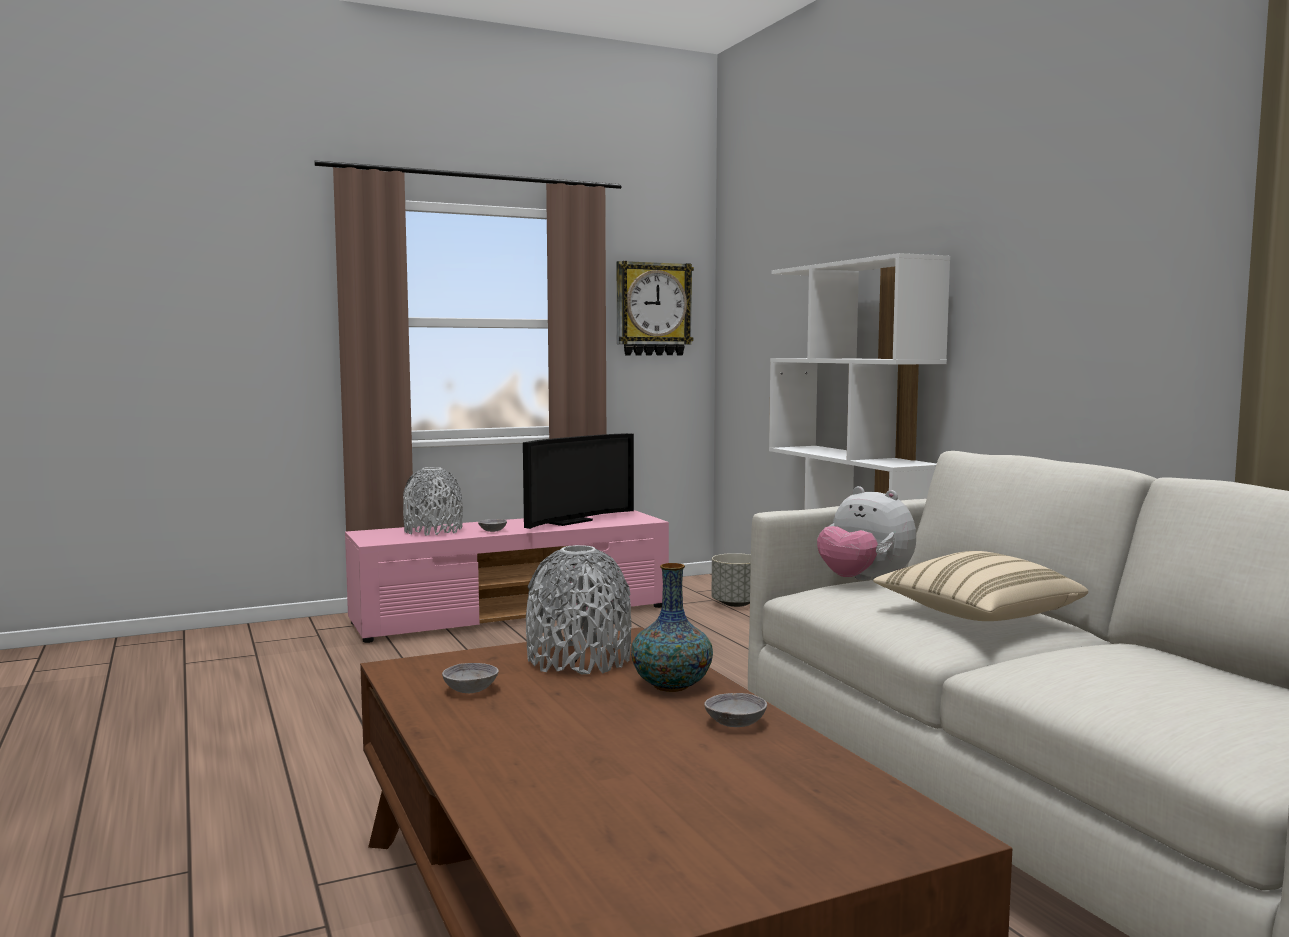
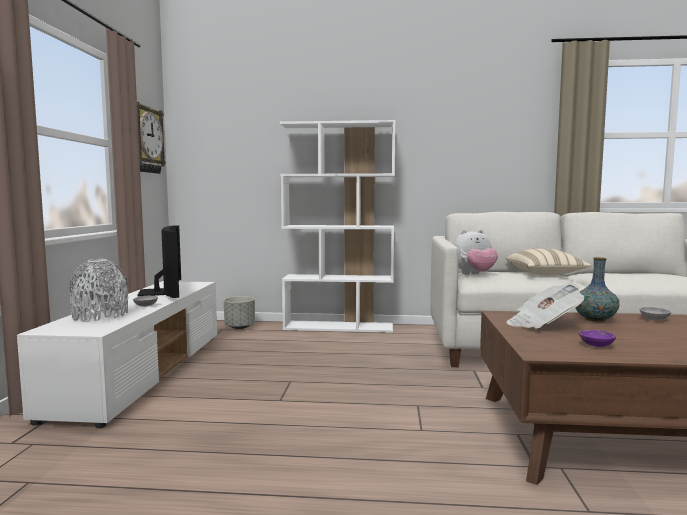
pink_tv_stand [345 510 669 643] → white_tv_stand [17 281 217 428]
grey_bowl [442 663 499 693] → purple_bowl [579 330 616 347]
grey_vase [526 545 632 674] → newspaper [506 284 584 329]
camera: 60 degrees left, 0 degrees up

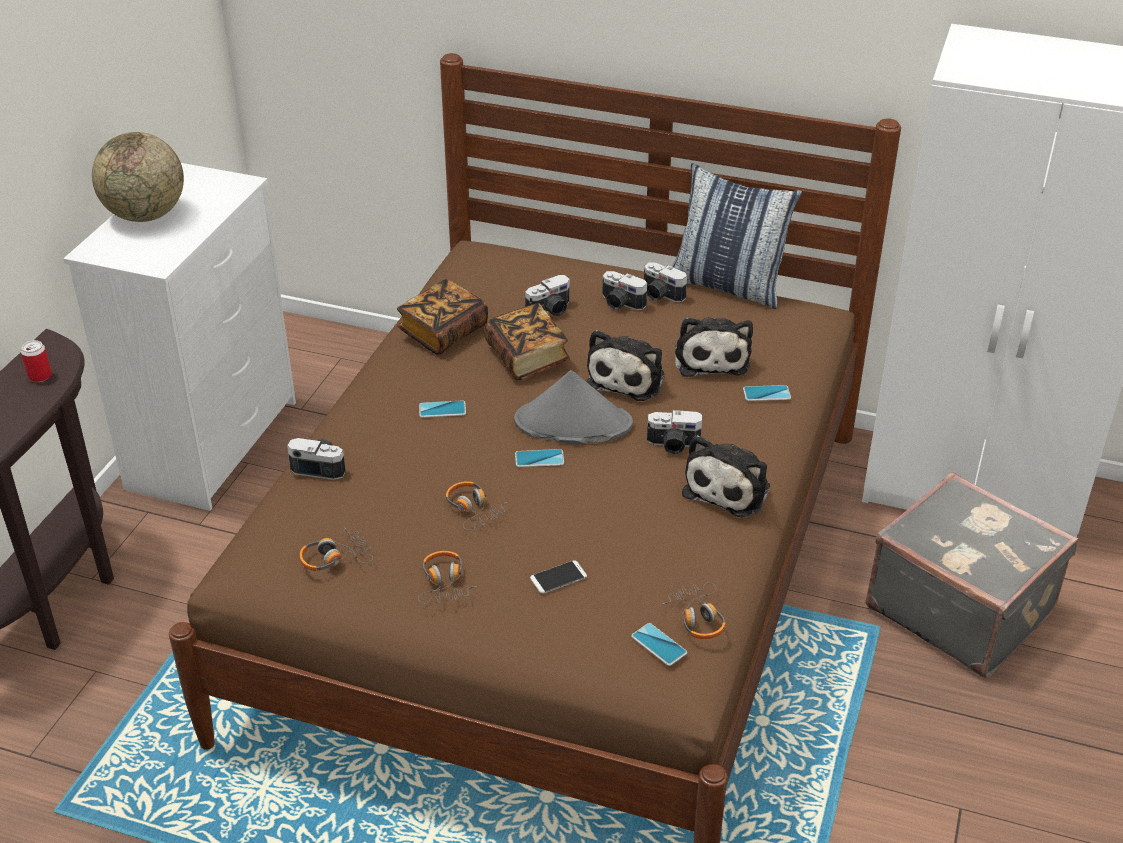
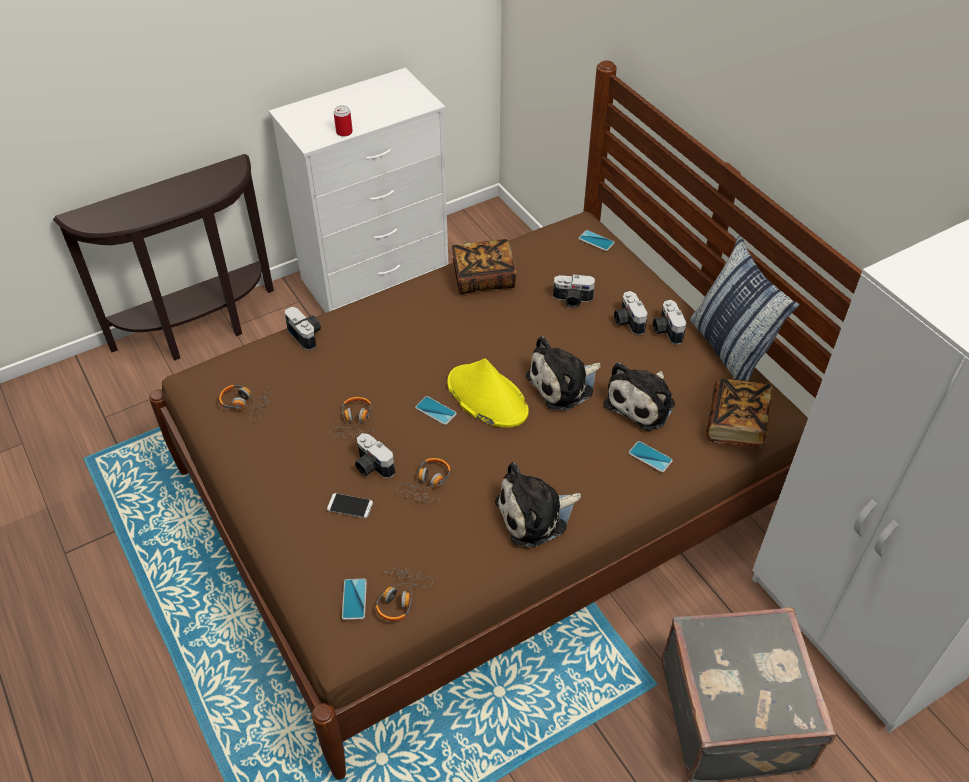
can [21 340 52 382] → can [334 105 353 137], shifted
globe [92 132 184 222] → -
headphones [418 551 477 604] → headphones [396 458 451 503], shifted
phone [419 400 466 418] → phone [579 230 615 251], shifted
book [484 303 570 380] → book [706 378 773 447], shifted
grey_hat [514 370 633 445] → yellow_hat [447 358 529 428]
photo_camera [647 410 702 454] → photo_camera [355 433 395 478], shifted
camera: 40 degrees right, 10 degrees up

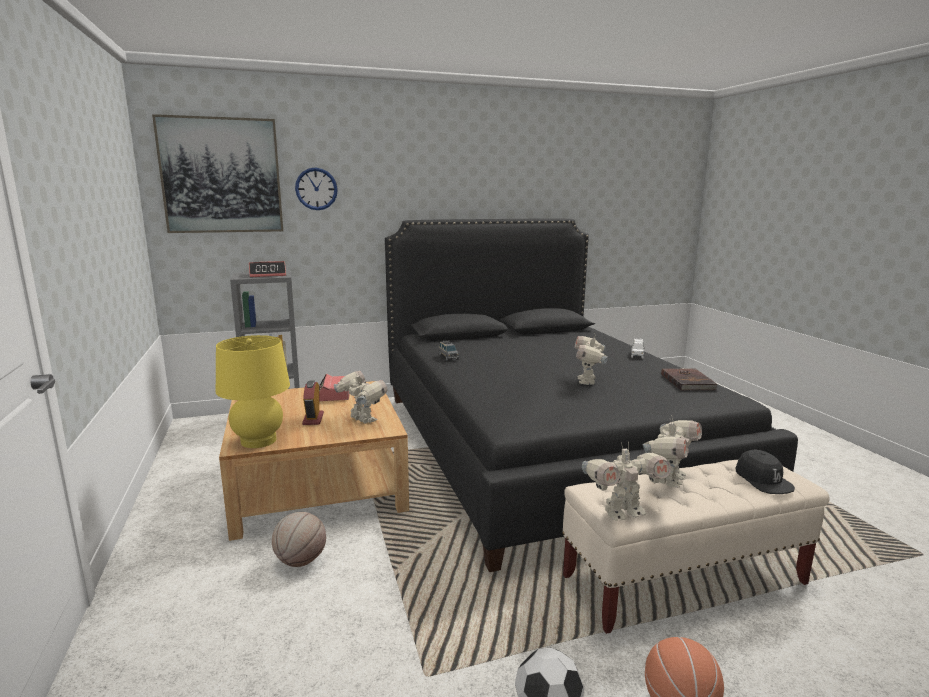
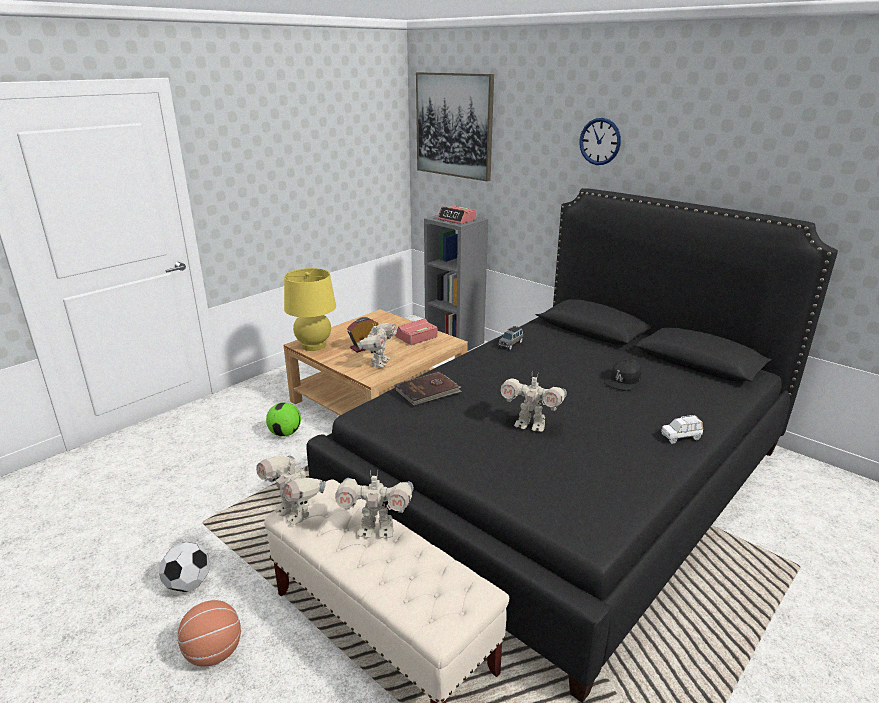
basketball [272 512 326 567] → football [266 402 301 437]
wall_clock [295 167 338 210] → wall_clock [579 118 621 165], shifted
toy_robot [575 334 609 385] → toy_robot [500 375 567 432], 135 degrees counterclockwise
brown_book [661 368 718 391] → brown_book [395 372 462 406], shifted
black_cap [736 449 795 494] → black_cap [604 358 642 391], shifted
camera: 60 degrees right, 10 degrees up

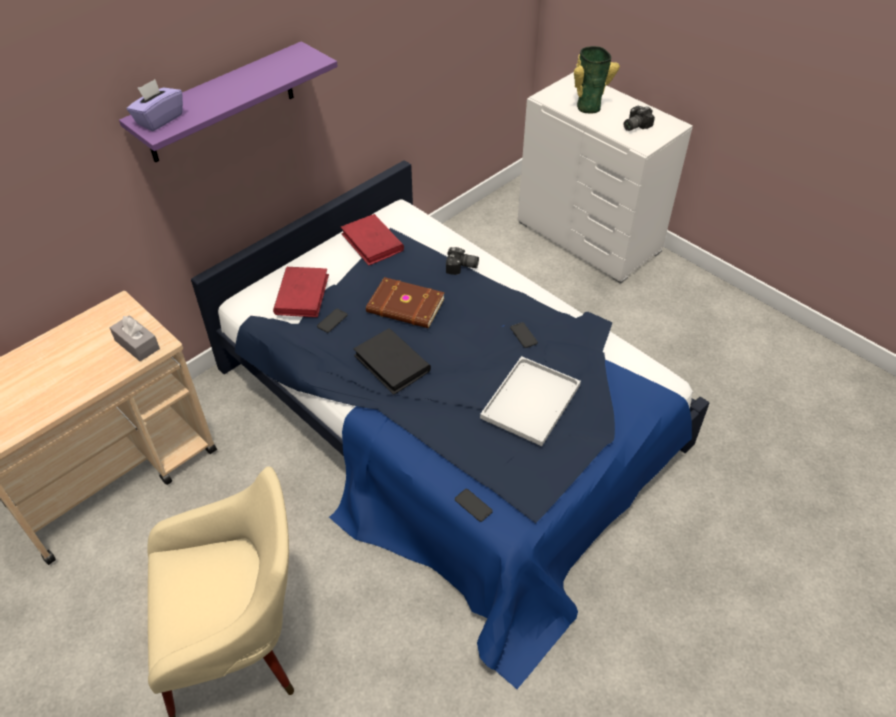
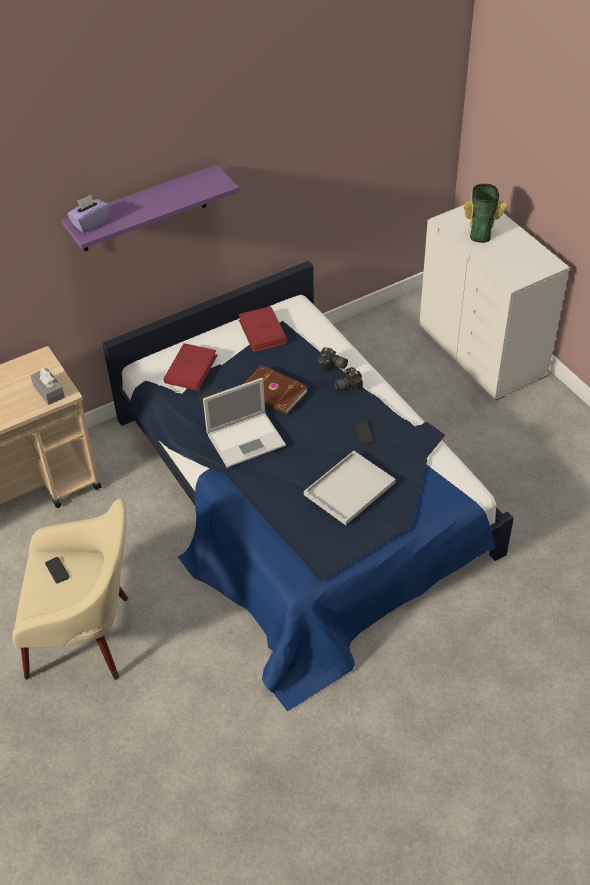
black_book [353 328 431 395] → laptop [203 378 286 468]
phone [455 489 493 522] → phone [45 557 70 584], shifted
photo_camera [624 106 655 131] → photo_camera [333 367 363 391], shifted
camera: 15 degrees right, 0 degrees up

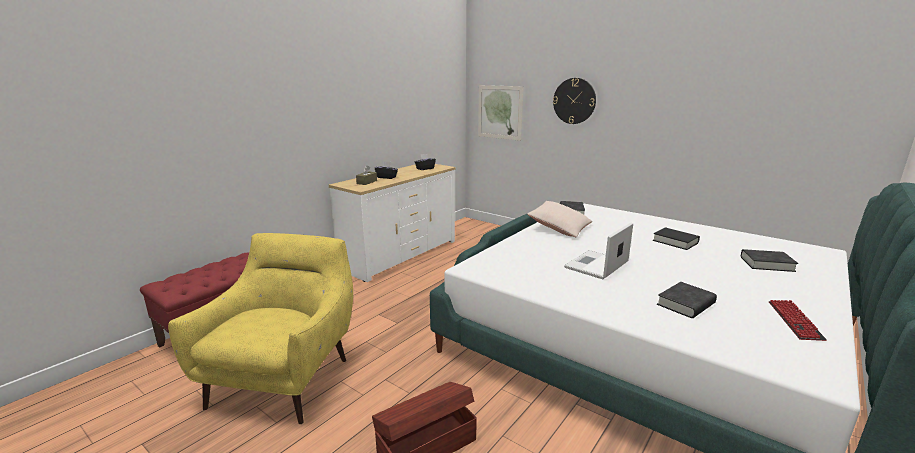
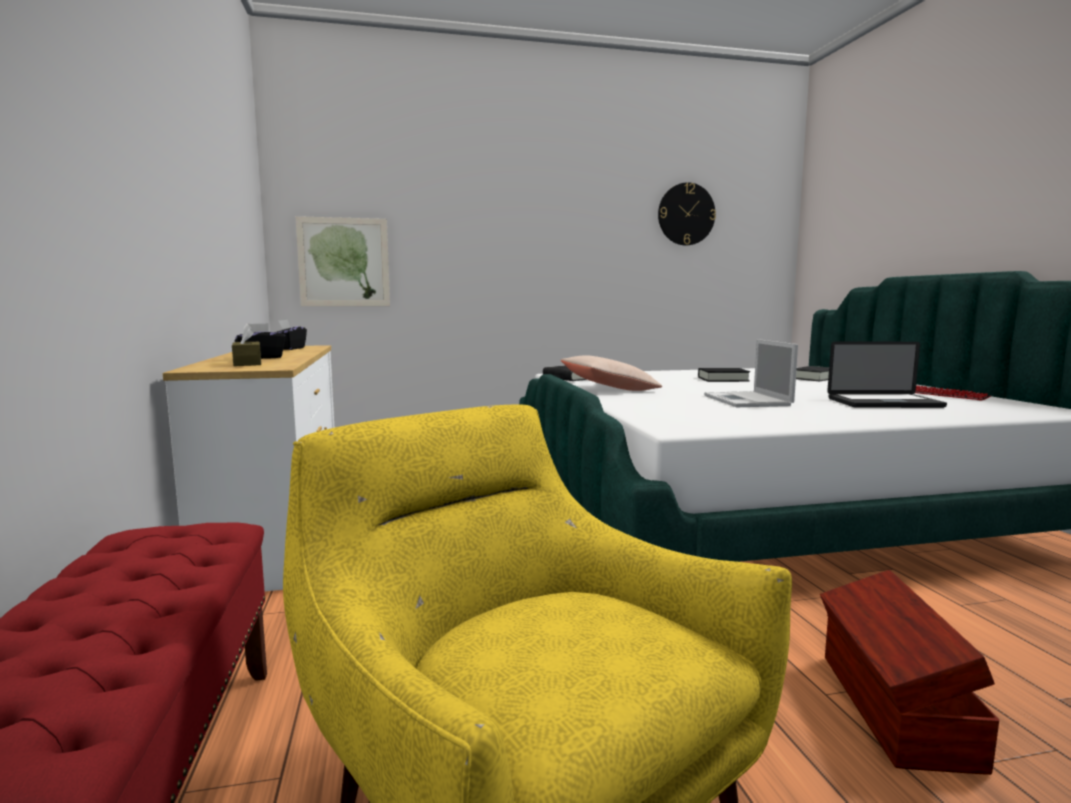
wall_clock [553 78 596 124] → wall_clock [658 182 716 245], shifted
black_book [657 282 717 318] → laptop [827 342 947 408]
camera: 50 degrees left, 10 degrees down

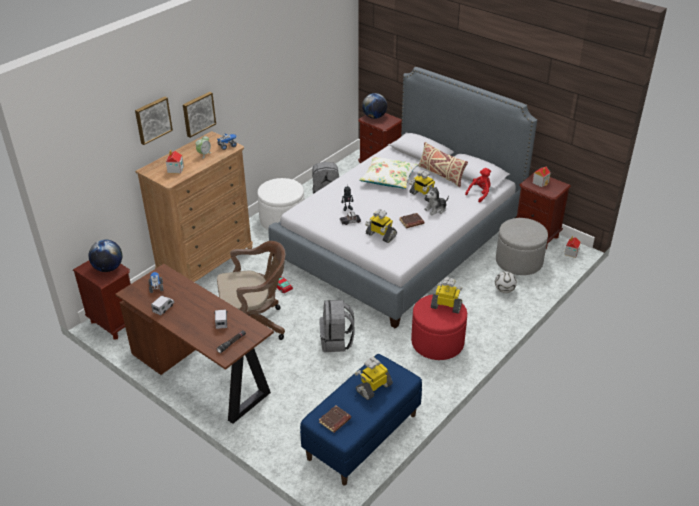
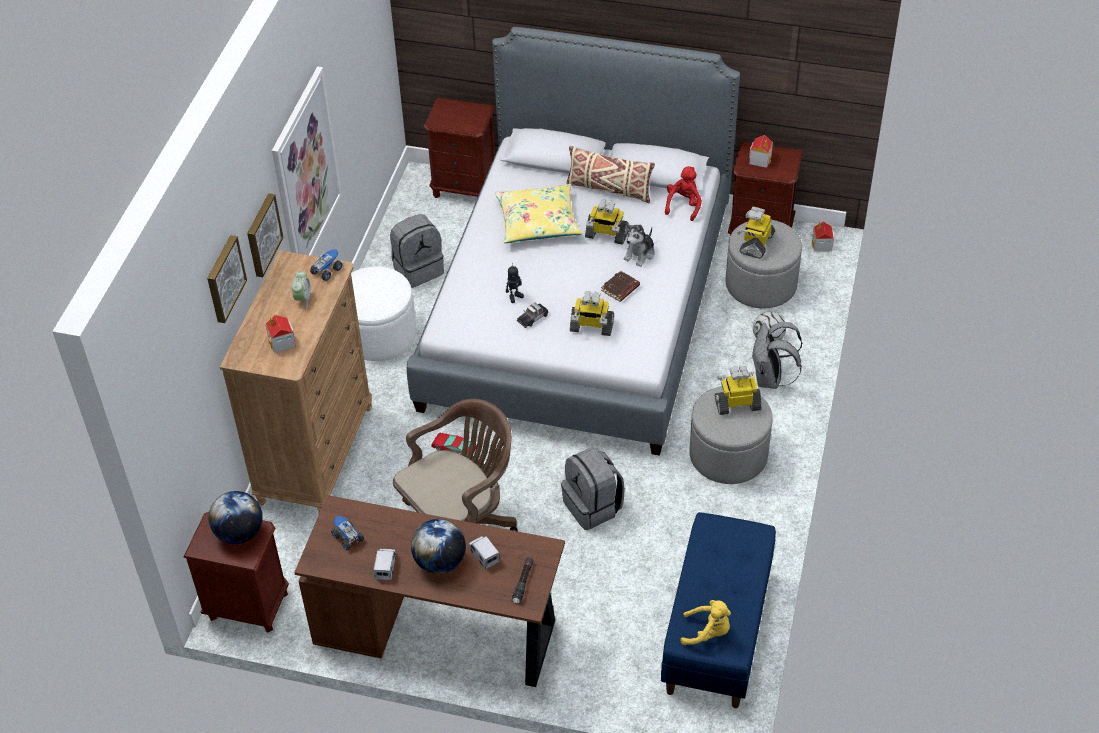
brown_book [319 405 351 433] → yellow_plush_toy [680 600 731 645]
toy_robot [355 357 393 400] → toy_robot [737 207 775 258], shifted
white_pillow [359 157 418 189] → yellow_pillow [495 184 582 243]
globe [362 93 387 119] → globe [411 519 466 574], shifted
red_ottoman [411 294 467 360] → grey_ottoman [690 386 772 484]
- → picture [272 66 342 256]
- → grey_backpack [751 322 802 389]
camera: 25 degrees left, 10 degrees up

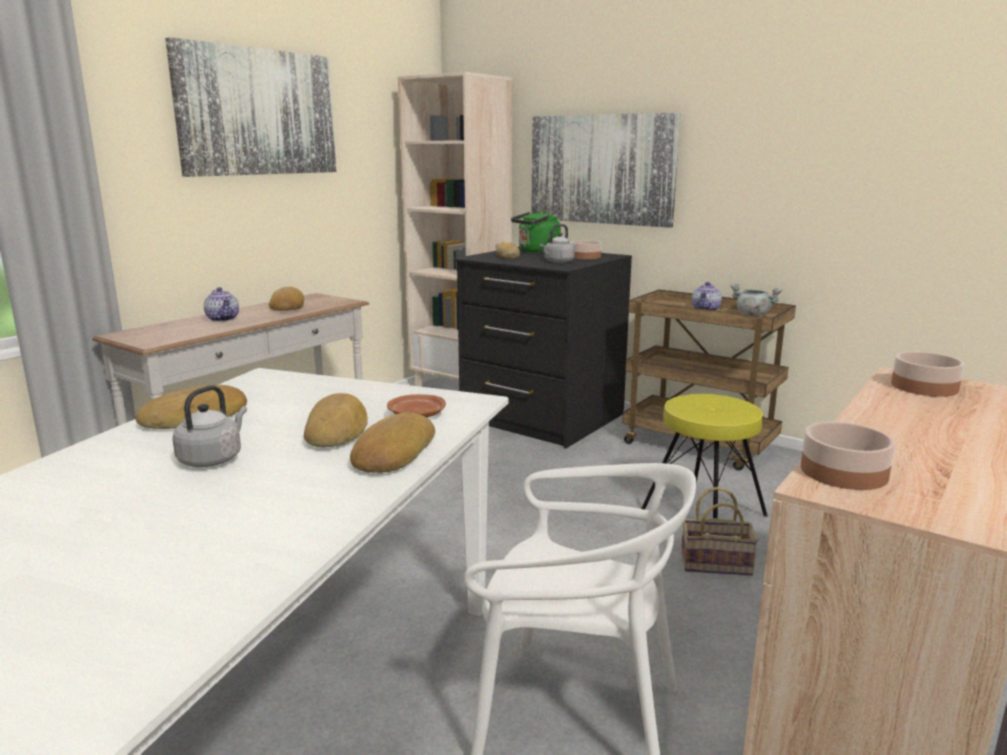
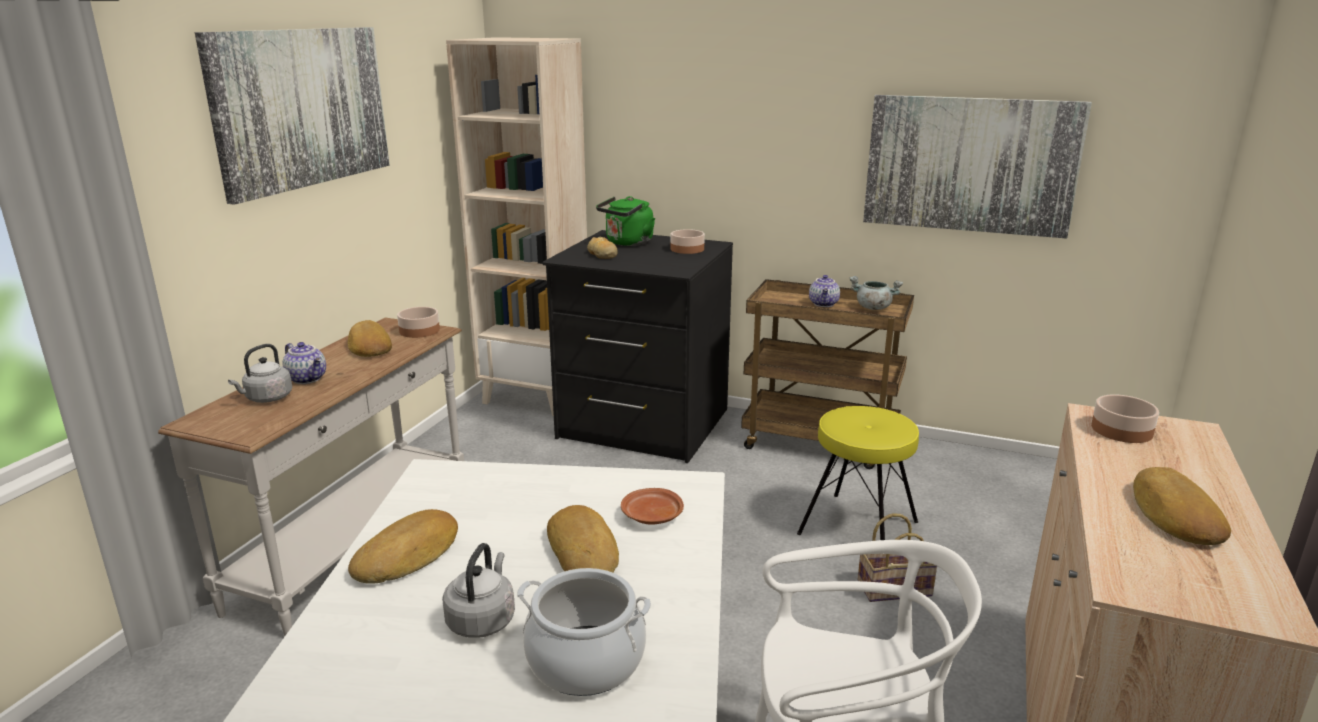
bread [350 413 435 473] → bread [1133 467 1231 545], shifted
picture [531 112 681 228] → picture [863 95 1092 239], shifted
grey_kettle [540 224 575 263] → grey_kettle [228 344 292 403], shifted
bowl [801 422 895 490] → bowl [397 307 440 338], shifted
- → cooking_pot [517 568 651 696]
camera: 15 degrees left, 5 degrees up

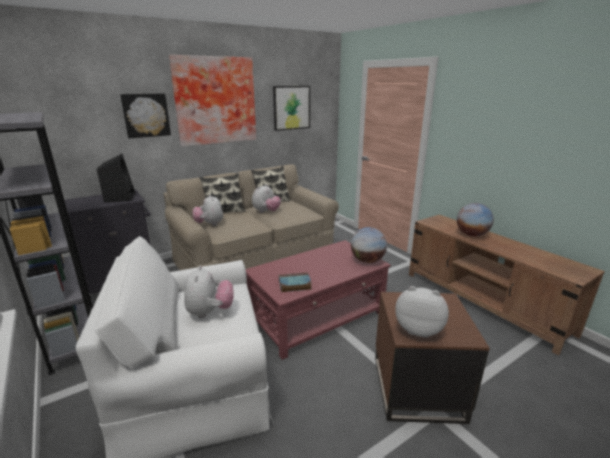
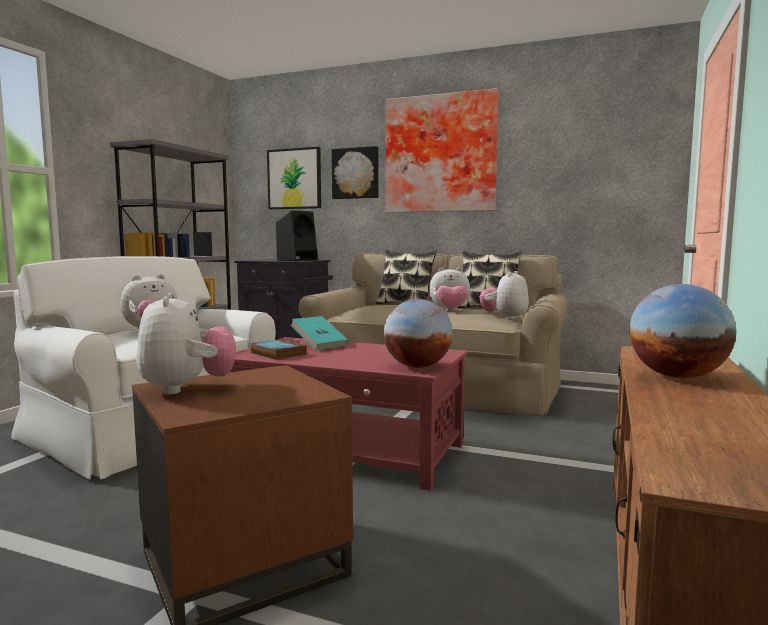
plush_toy [192 194 223 226] → plush_toy [480 271 529 320], shifted
picture [273 86 310 131] → picture [267 147 321 209], shifted
- → turquoise_book [291 316 348 350]
camera: 55 degrees right, 15 degrees down

